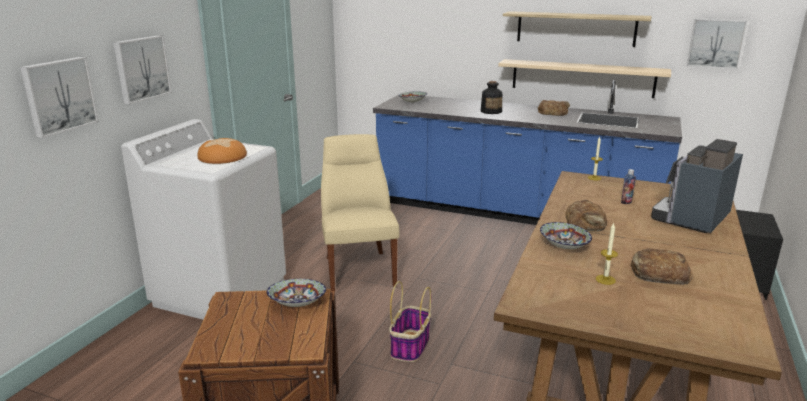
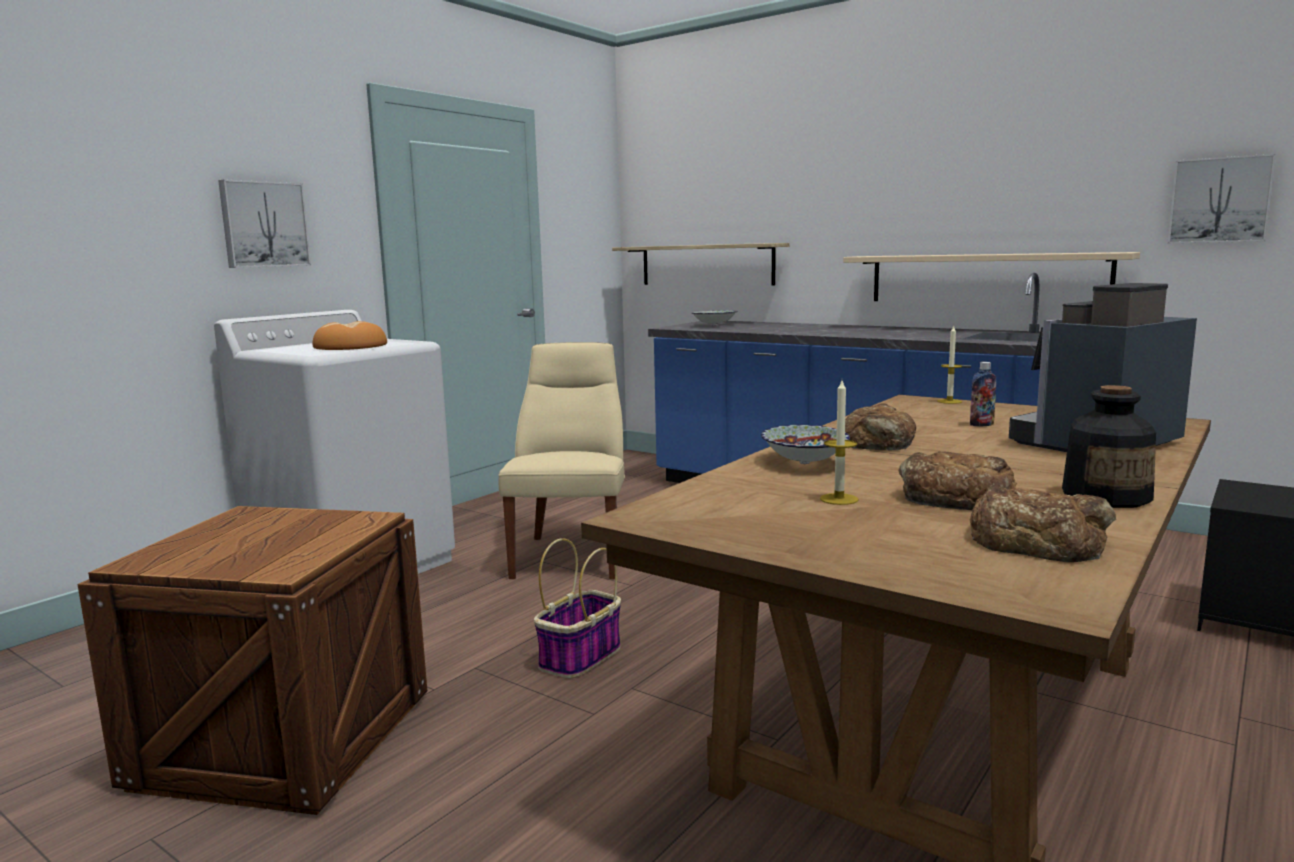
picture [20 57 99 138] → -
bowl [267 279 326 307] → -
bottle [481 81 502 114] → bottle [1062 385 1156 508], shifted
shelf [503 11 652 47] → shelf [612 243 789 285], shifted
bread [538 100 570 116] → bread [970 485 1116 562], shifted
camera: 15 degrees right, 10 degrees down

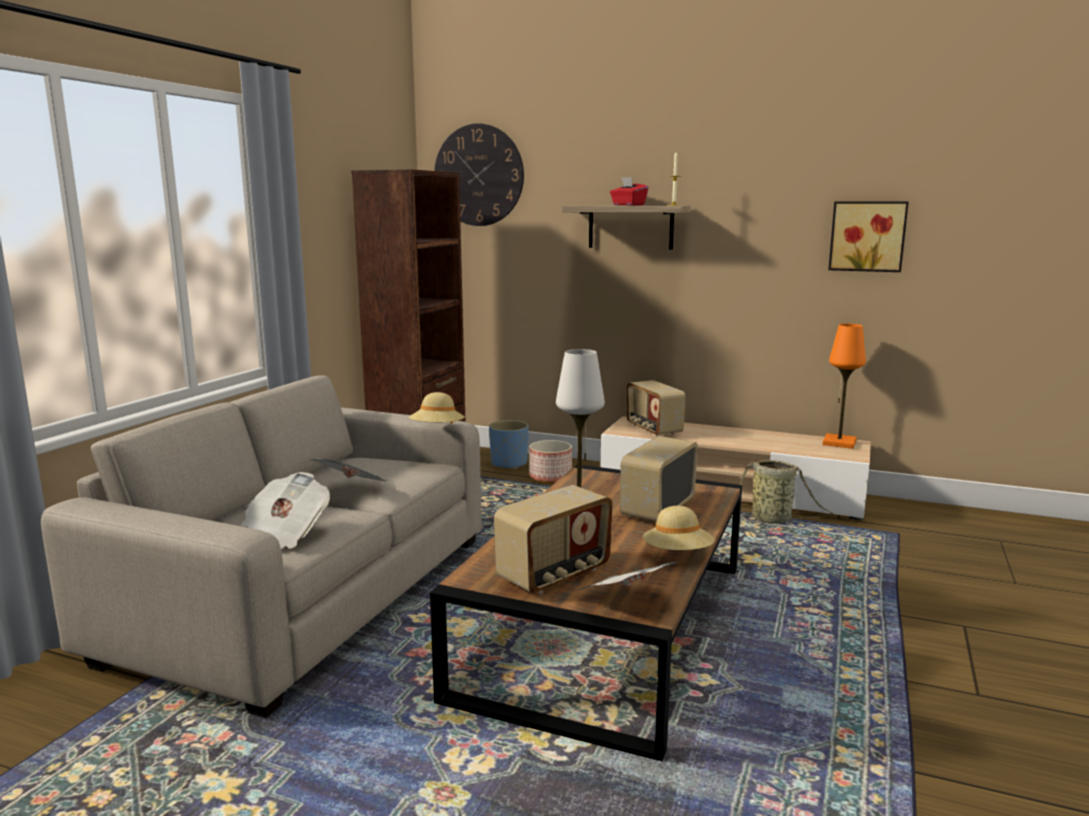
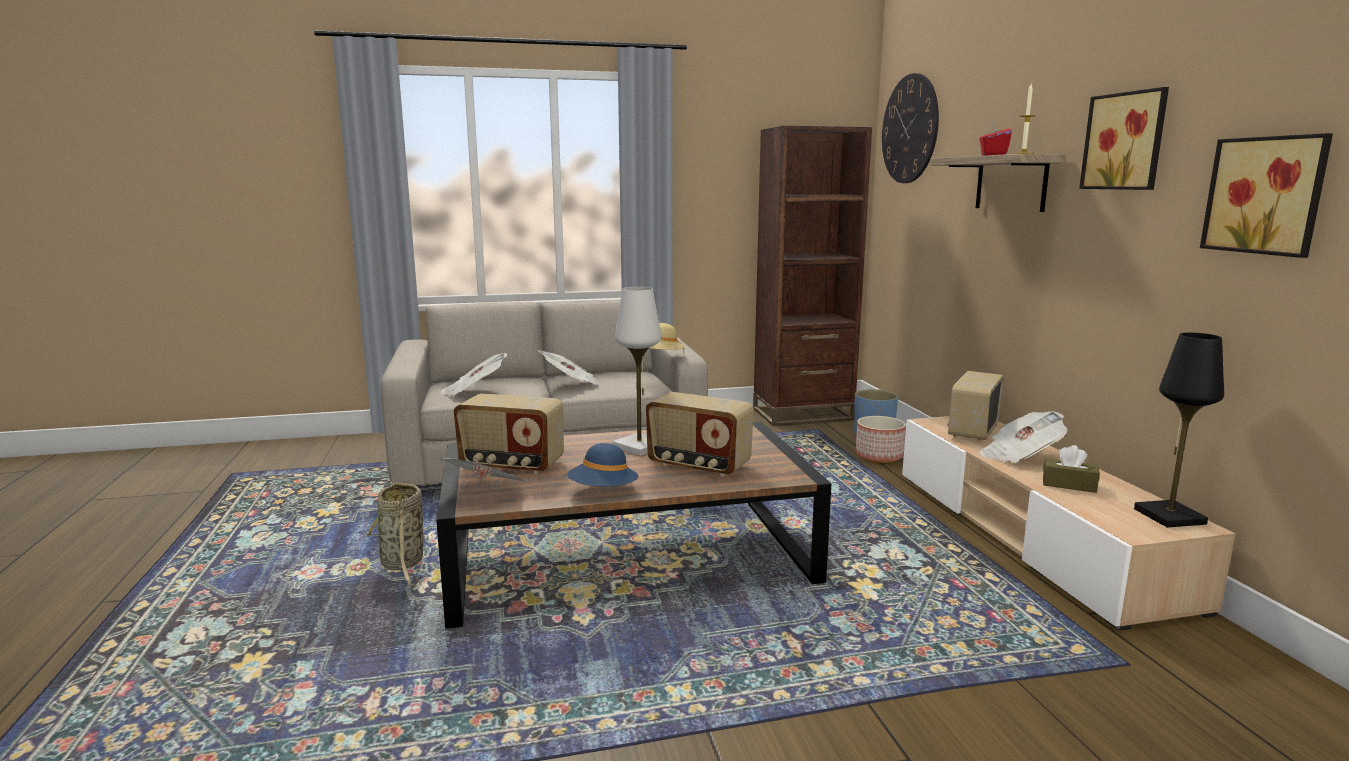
radio [620 436 698 523] → radio [646 392 754 477], 150 degrees counterclockwise
beige_hat [643 506 715 550] → blue_hat [567 443 638 487]
basket [740 460 834 524] → basket [364 481 423 587], shifted
orange_table_lamp [823 324 866 449] → black_table_lamp [1134 333 1224 528]
- → newspaper [979 411 1068 463]
- → brown_tissue_box [1043 445 1100 493]
- → picture [1079 87 1169 190]
camera: 55 degrees right, 0 degrees up

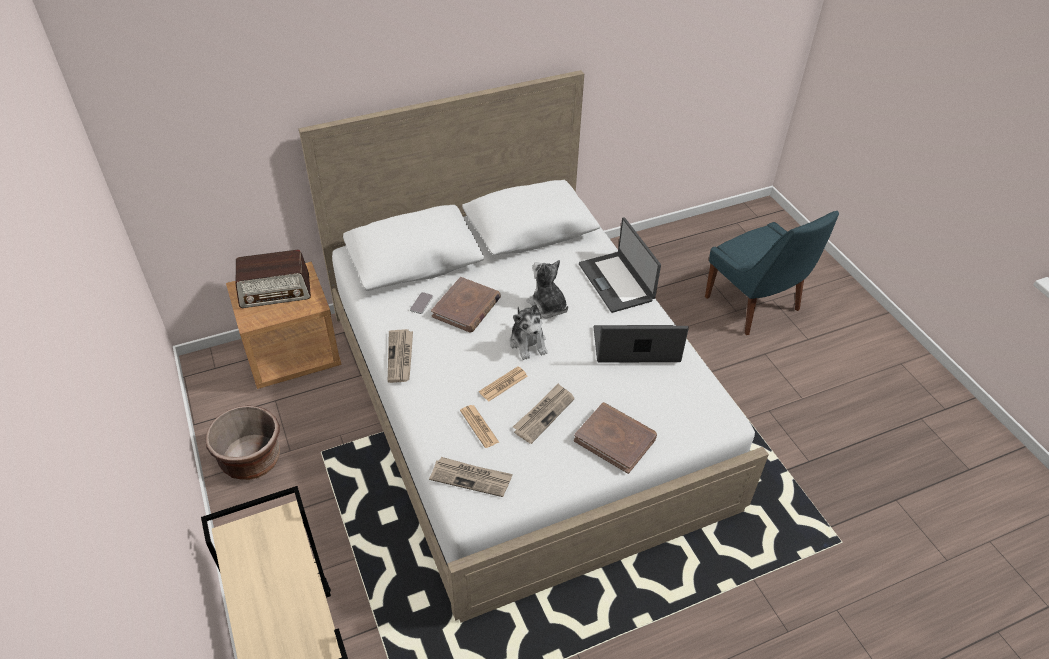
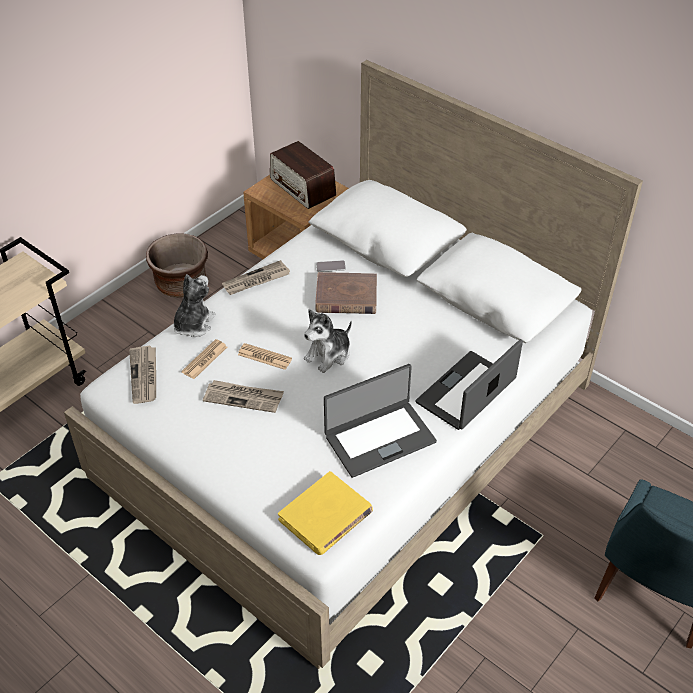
plush_toy [526 260 568 318] → plush_toy [174 274 216 337], shifted
brown_book [574 402 657 474] → -
laptop [593 325 689 363] → laptop [324 364 437 478], 90 degrees clockwise
- → yellow_book [278 471 373 555]
camera: 65 degrees right, 0 degrees up

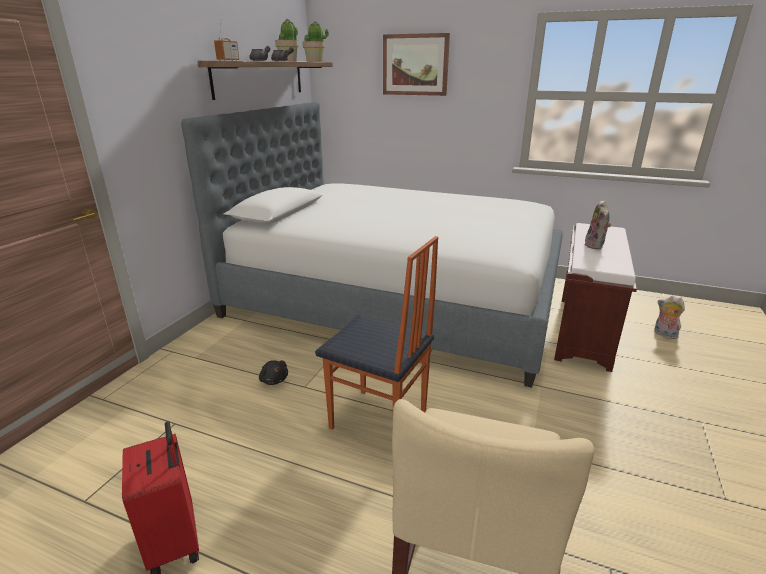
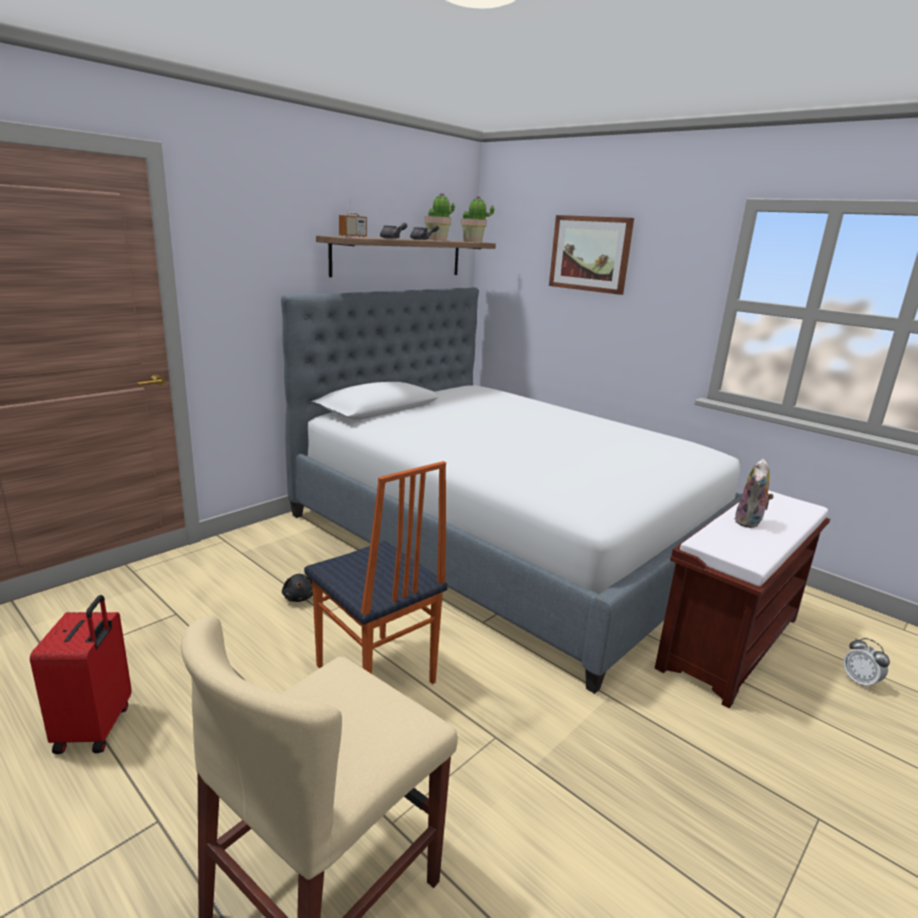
plush_toy [654 296 685 339] → alarm_clock [843 638 890 690]
camera: 20 degrees right, 5 degrees down

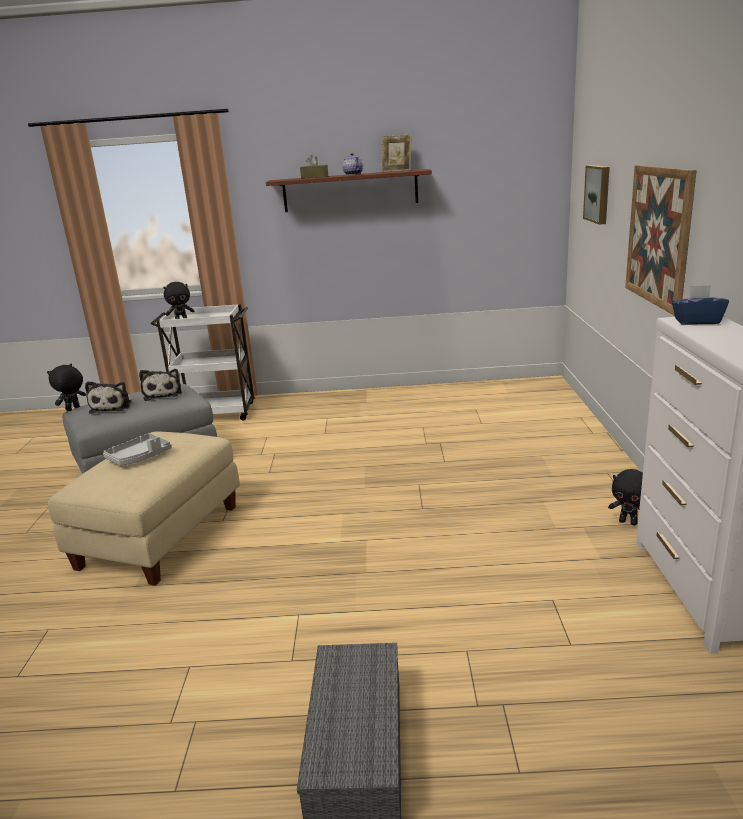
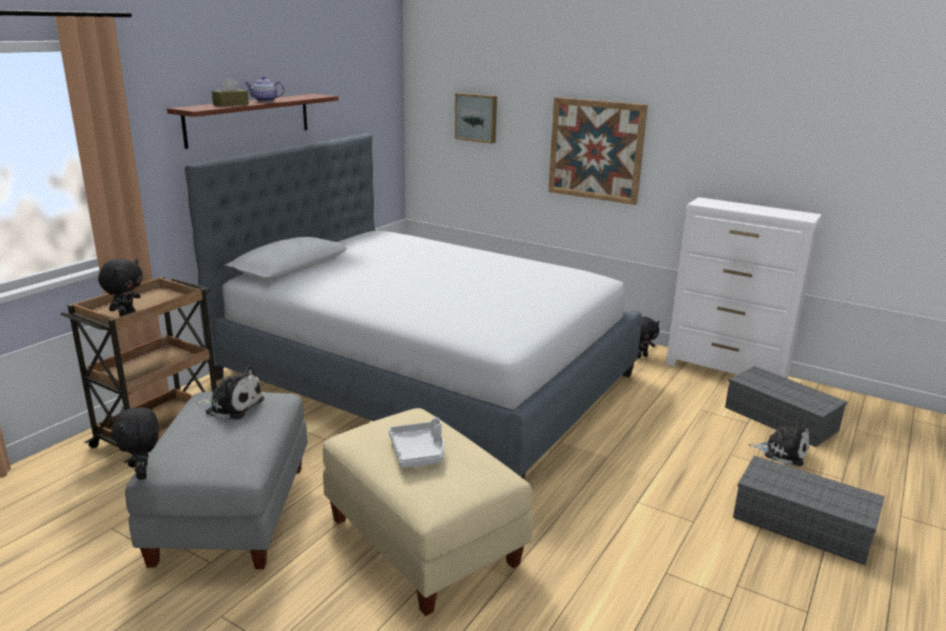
plush_toy [85 381 132 414] → plush_toy [749 419 809 466], shifted
white_cart [151 304 255 421] → brown_cart [61 276 217 468]
picture_frame [381 135 411 172] → -
blue_tissue_box [672 285 729 325] → -
- → bed [185 133 642 479]
- → grey_storage_box [725 366 847 447]
camera: 60 degrees left, 0 degrees up

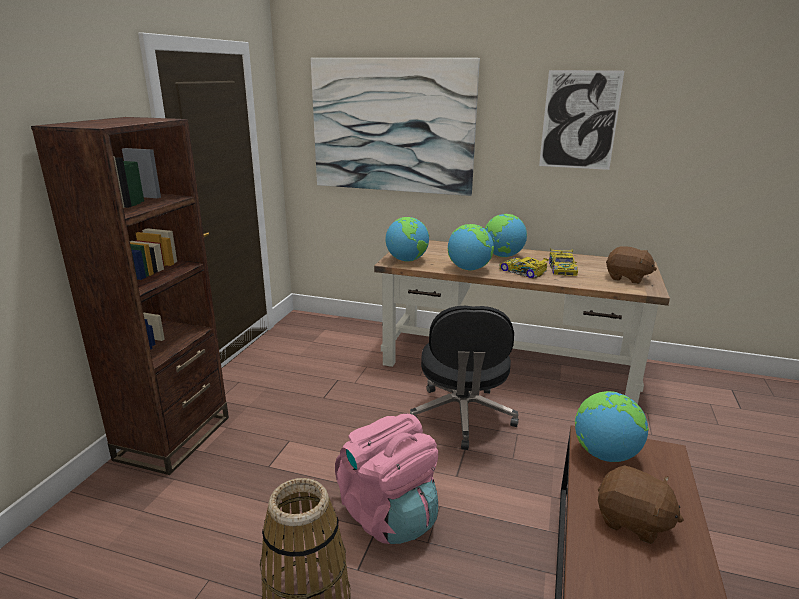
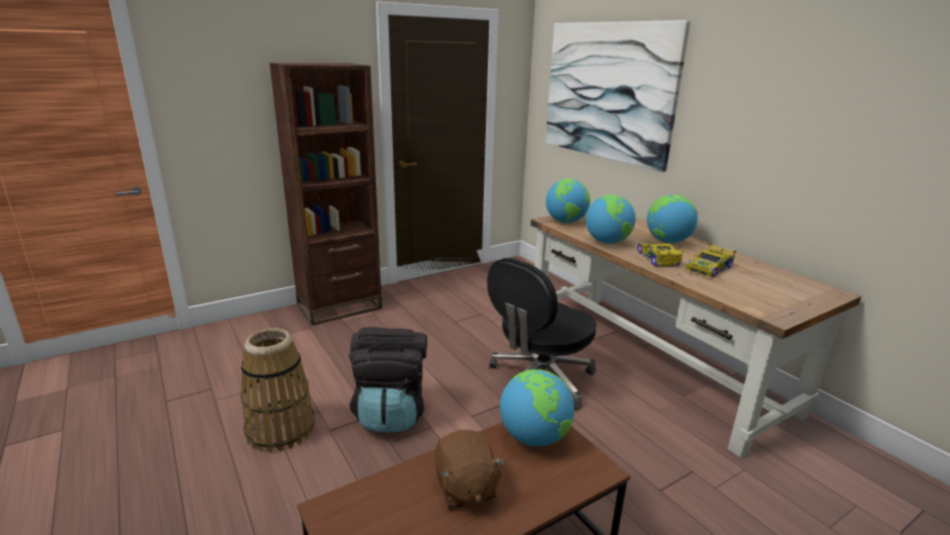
pink_backpack [335 414 438 544] → black_backpack [349 327 427 432]
picture [539 70 624 170] → -
brown_plush_toy [606 246 657 284] → -
camera: 40 degrees right, 0 degrees up

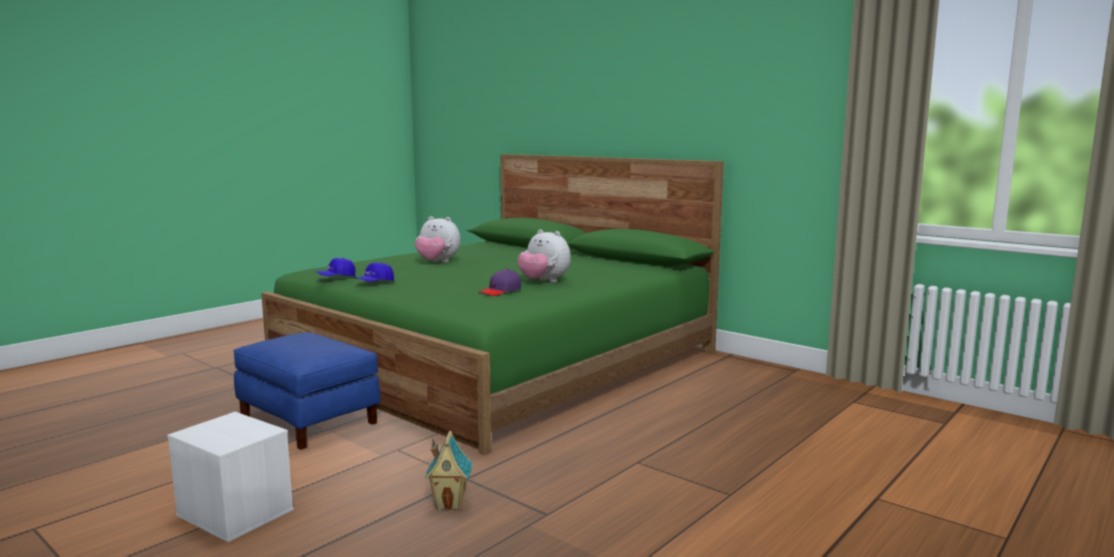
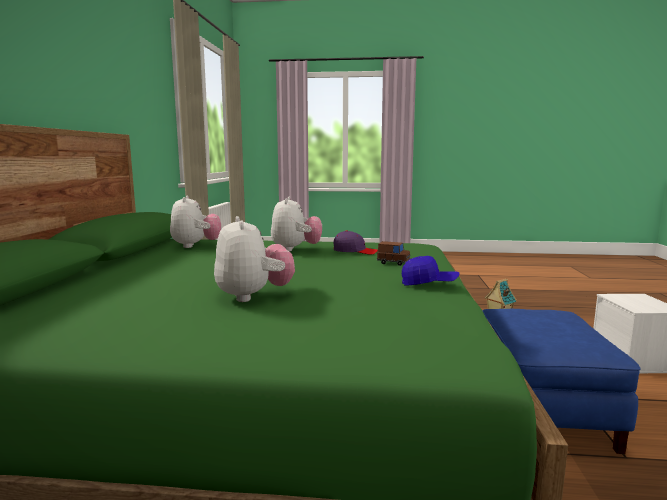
blue_cap [315 258 356 277] → -
- → plush_toy [170 195 221 248]
- → brown_toy_car [377 241 411 266]
camera: 125 degrees left, 0 degrees up

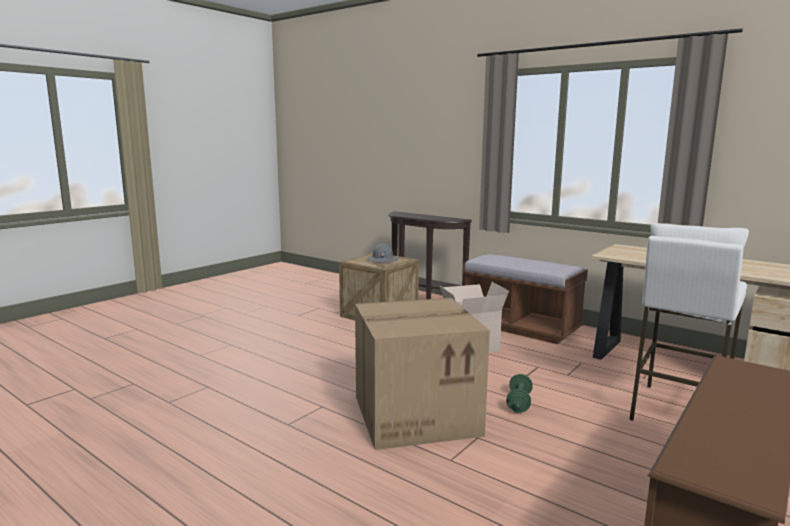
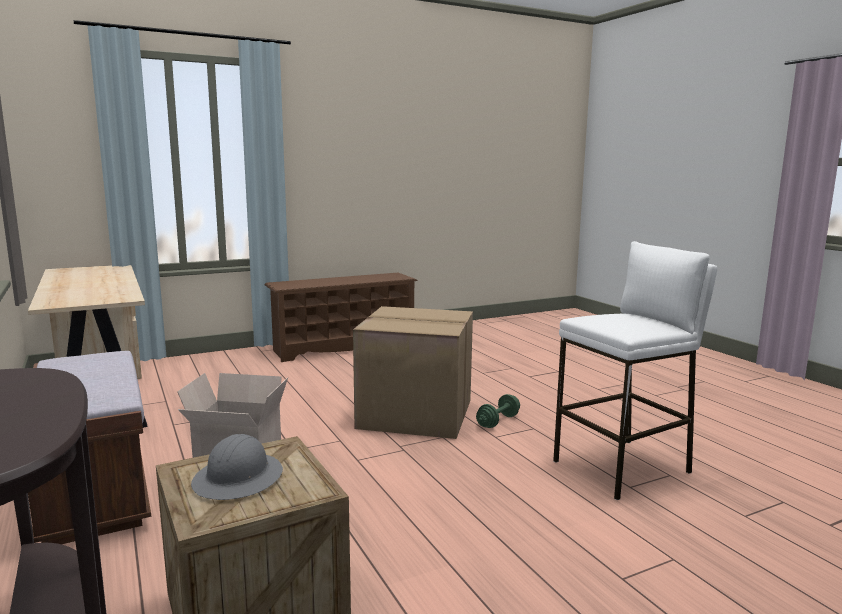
green_dumbbell [506 374 533 413] → green_dumbbell [476 394 520 428], shifted
white_stool [629 223 749 421] → white_stool [553 241 717 500], shifted
camera: 155 degrees left, 0 degrees up

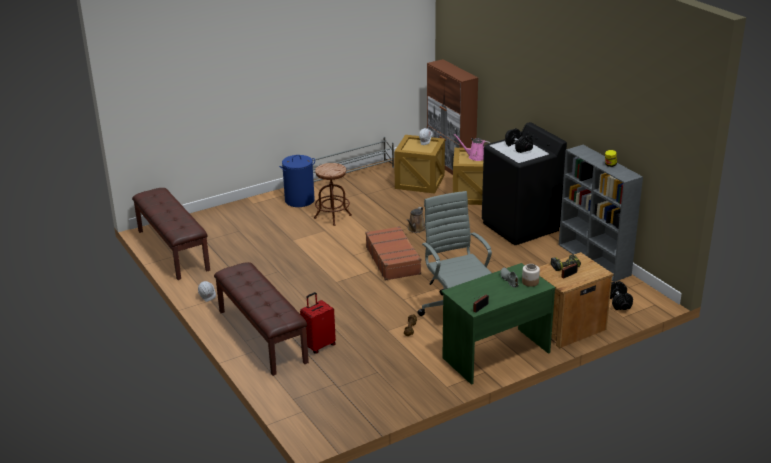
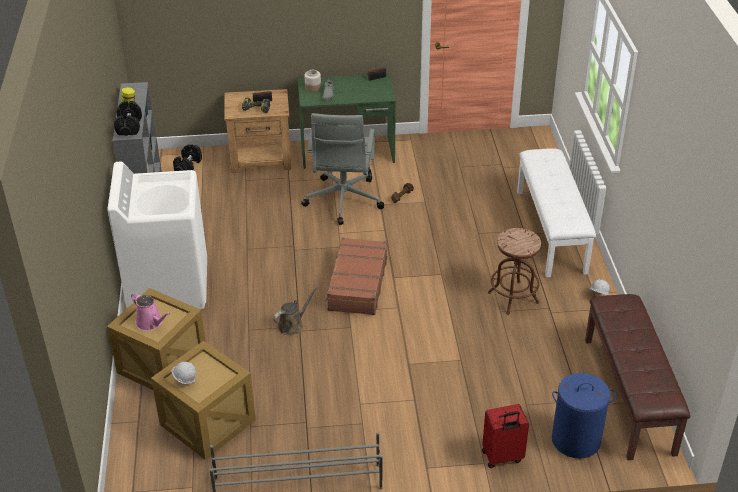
brown_bench [214 262 309 376] → white_bench [517 148 596 277]
blue_laundry_basket [279 155 315 207] → blue_laundry_basket [552 373 616 459], shifted
red_suitcase [300 292 336 354] → red_suitcase [482 404 529 468], shifted
brown_stool [314 163 352 226] → brown_stool [488 228 541 315], shifted
brown_cabinet [427 59 478 175] → -
black_washing_machine [482 122 567 245] → white_washing_machine [107 162 207 309]
black_dumbbell [505 128 533 153] → black_dumbbell [114 101 142 136], shifted
camera: 155 degrees left, 10 degrees up

